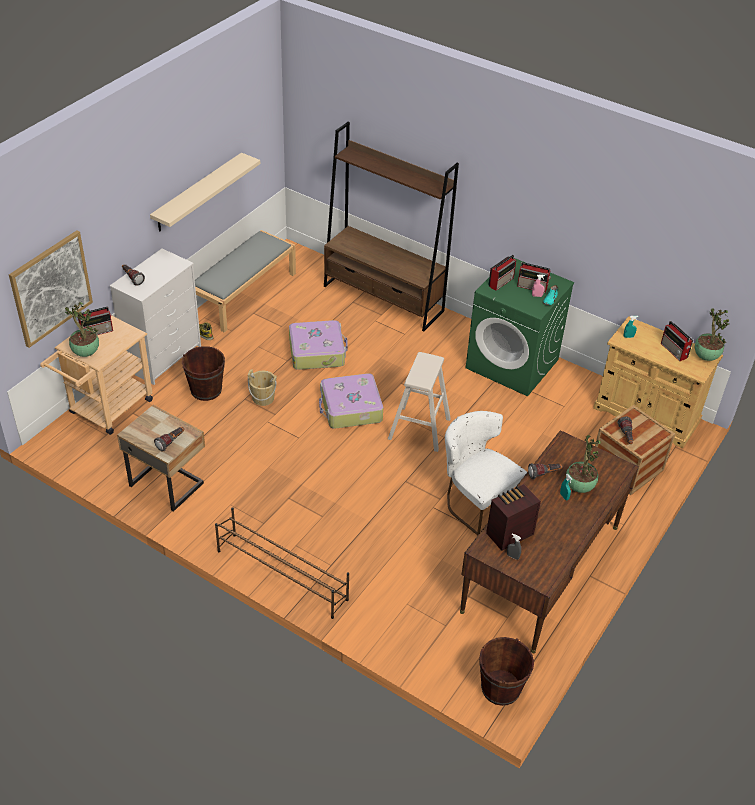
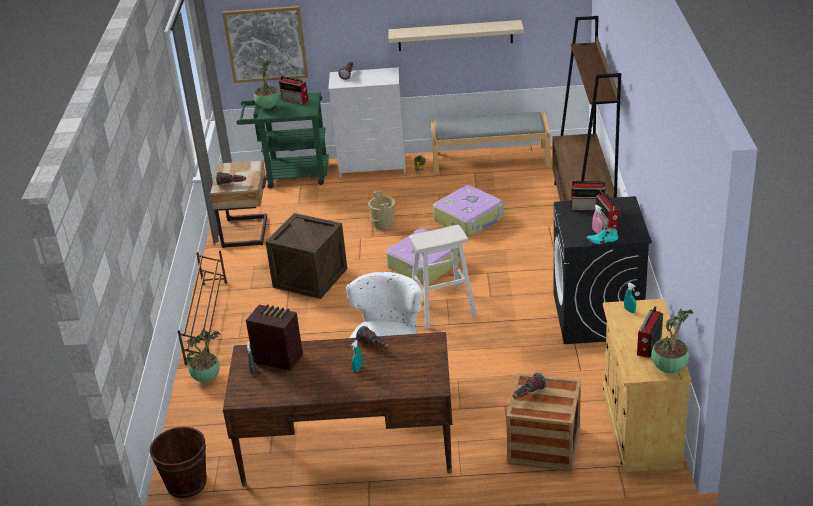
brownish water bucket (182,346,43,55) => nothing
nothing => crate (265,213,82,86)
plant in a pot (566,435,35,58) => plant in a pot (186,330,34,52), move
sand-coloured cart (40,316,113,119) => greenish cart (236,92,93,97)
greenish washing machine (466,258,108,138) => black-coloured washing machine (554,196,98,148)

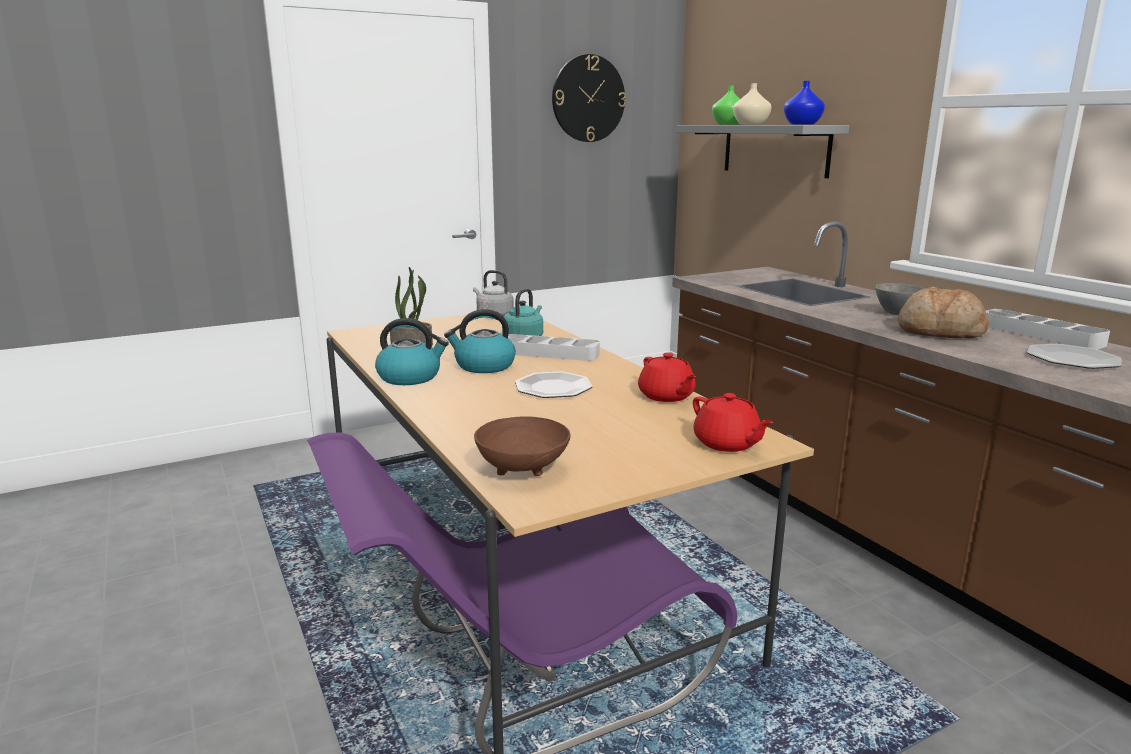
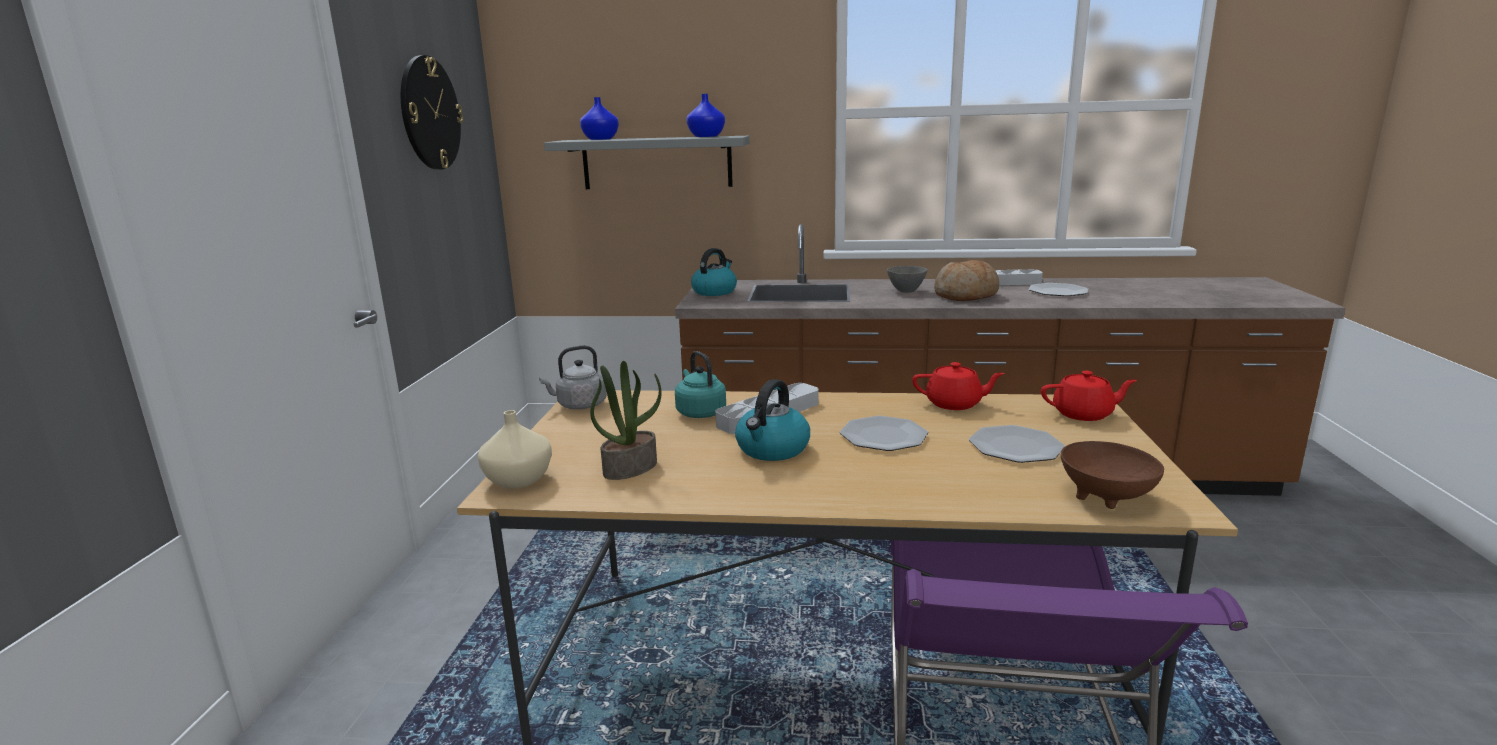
nothing => flat dish (969,425,96,38)
tea kettle (375,318,74,67) => tea kettle (691,248,46,48), move
sand-coloured vase (733,83,38,42) => sand-coloured vase (478,410,74,79), move
greenish vase (712,86,28,39) => blue vase (580,97,39,43)

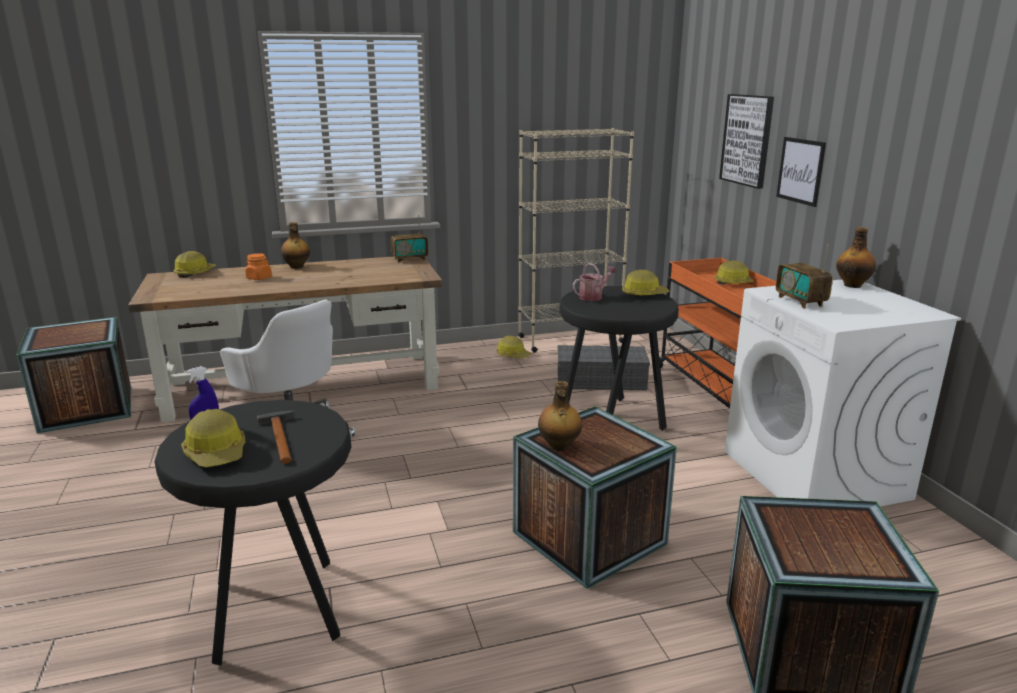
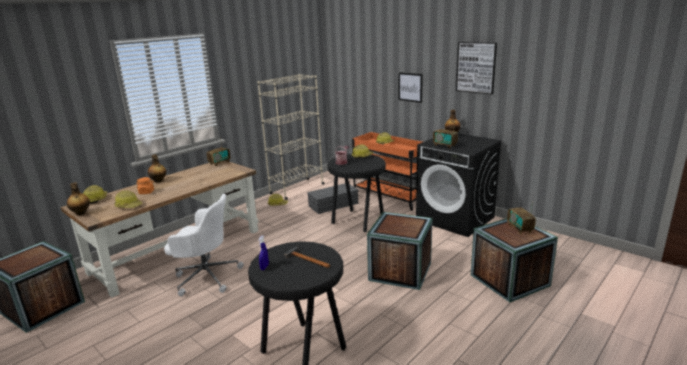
nothing => radio (507,207,29,27)
work helmet (181,409,64,58) => work helmet (114,190,29,18), move
drink bottle (538,381,44,70) => drink bottle (67,182,23,33), move
wall art (719,94,55,95) => wall art (456,42,41,52), move
white-coloured washing machine (725,280,236,227) => black-coloured washing machine (416,133,86,104)

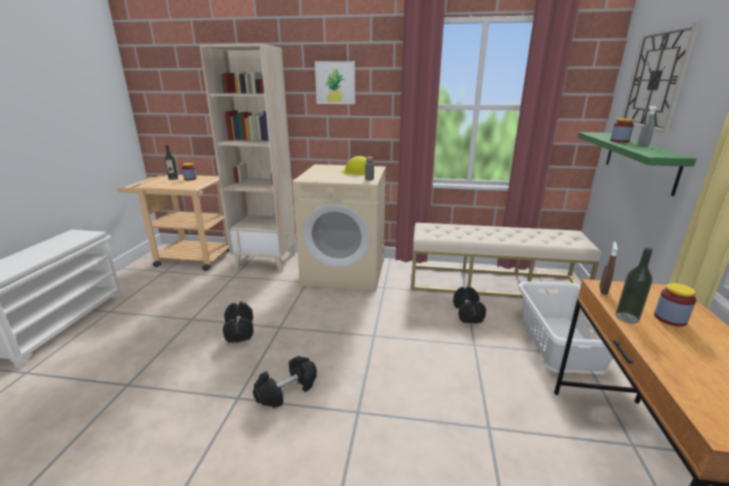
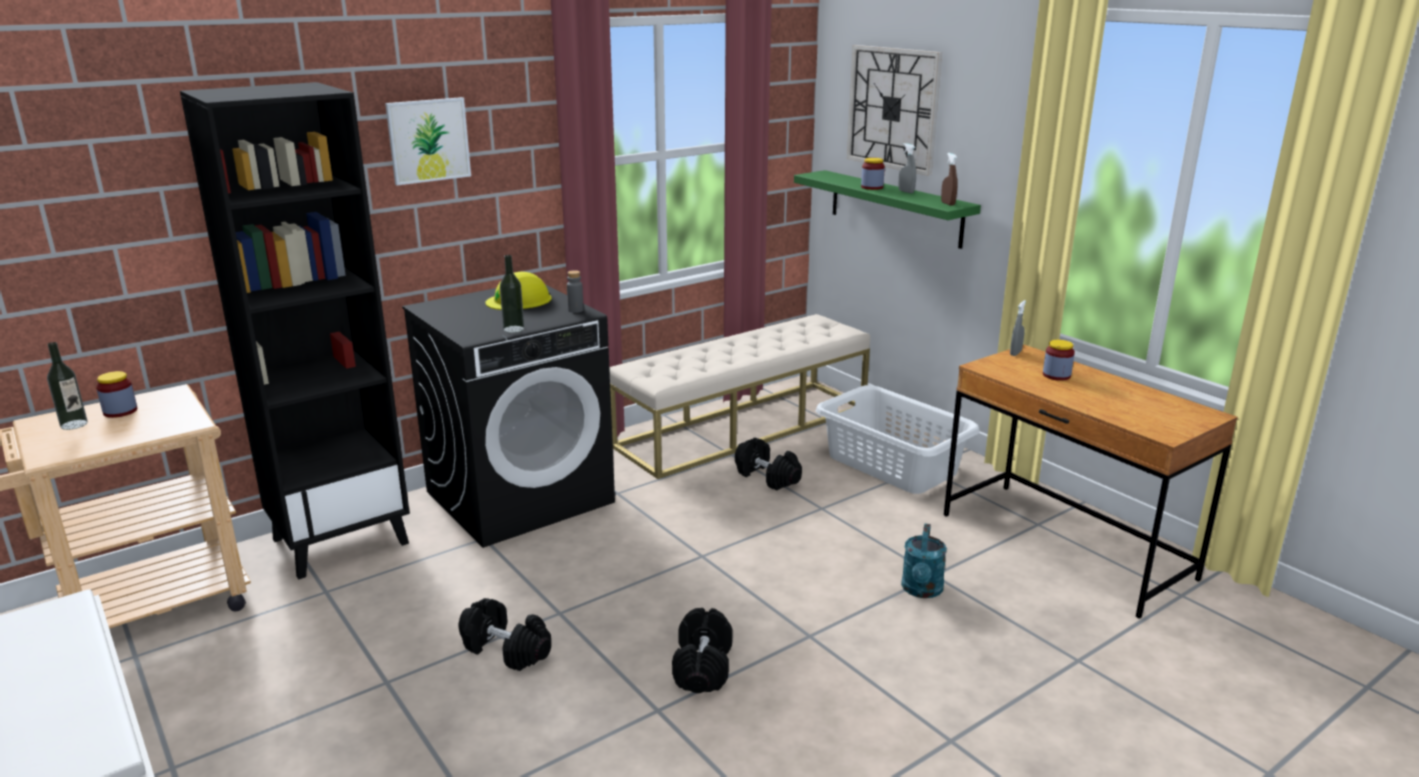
nothing => turquoise-coloured watering pot (901,524,46,74)
nothing => greyish spray bottle (1010,300,16,56)
brownish spray bottle (599,242,19,53) => brownish spray bottle (941,153,16,53), move
drink bottle (616,248,37,76) => drink bottle (500,255,24,78), move
sand-coloured bookshelf (199,44,97,228) => black-coloured bookshelf (180,82,230,498)
sand-coloured washing machine (292,164,94,127) => black-coloured washing machine (402,285,213,263)

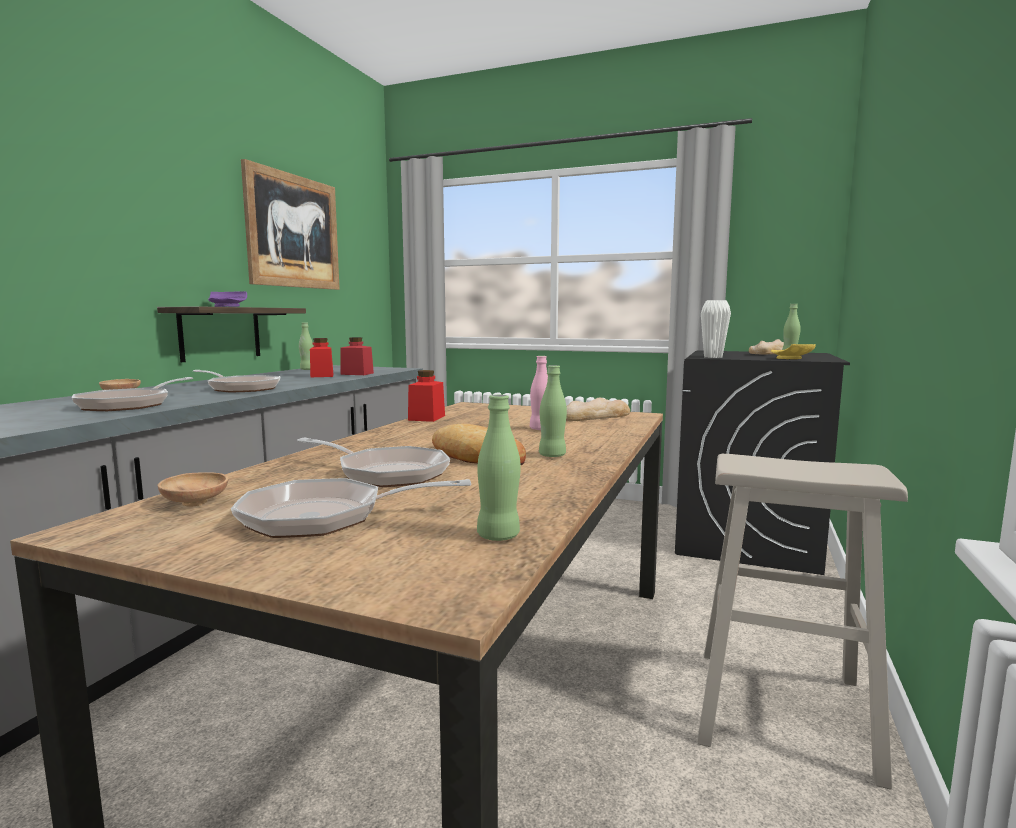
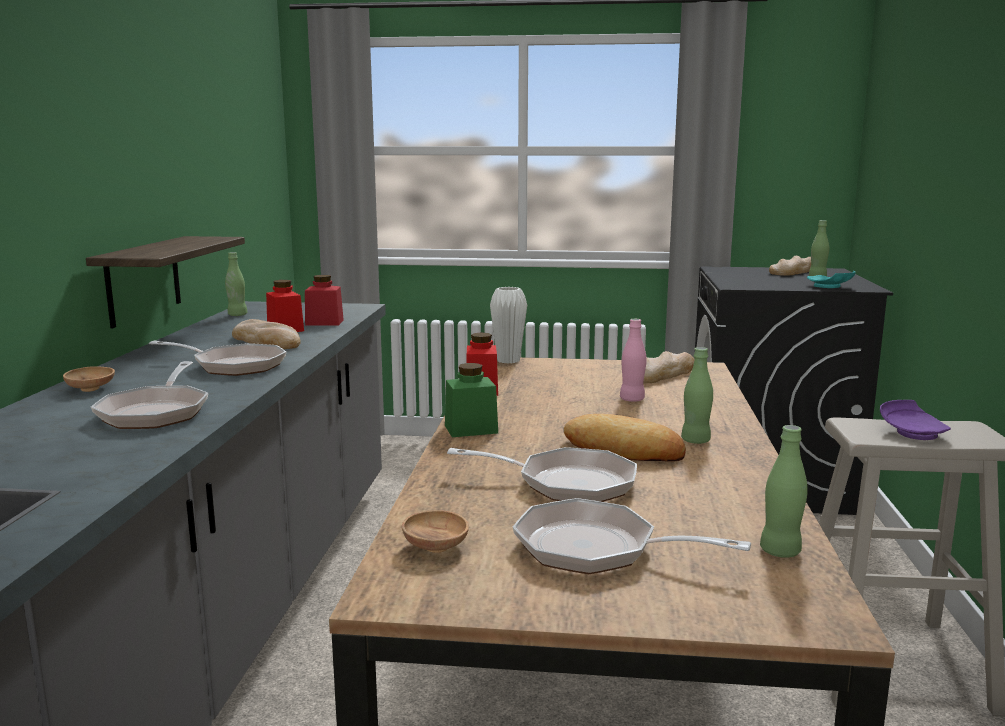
wall art (241,159,99,131) => nothing
nothing => baked bread (232,319,69,30)
nothing => greenish preserve jar (445,363,53,74)
purple flat dish (208,291,39,16) => purple flat dish (880,400,71,40), move
white-coloured vase (701,300,30,58) => white-coloured vase (490,287,37,77), move
yellow flat dish (771,344,45,15) => turquoise-coloured flat dish (807,271,49,17)
frying pan (231,478,240,60) => frying pan (513,498,238,76), 45 degrees clockwise

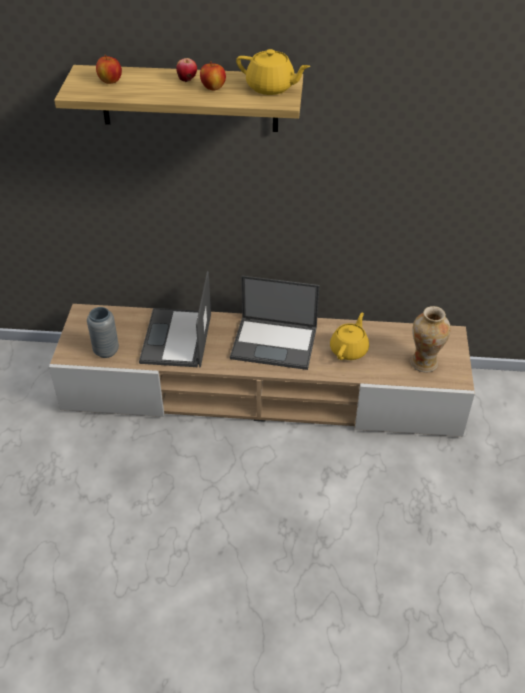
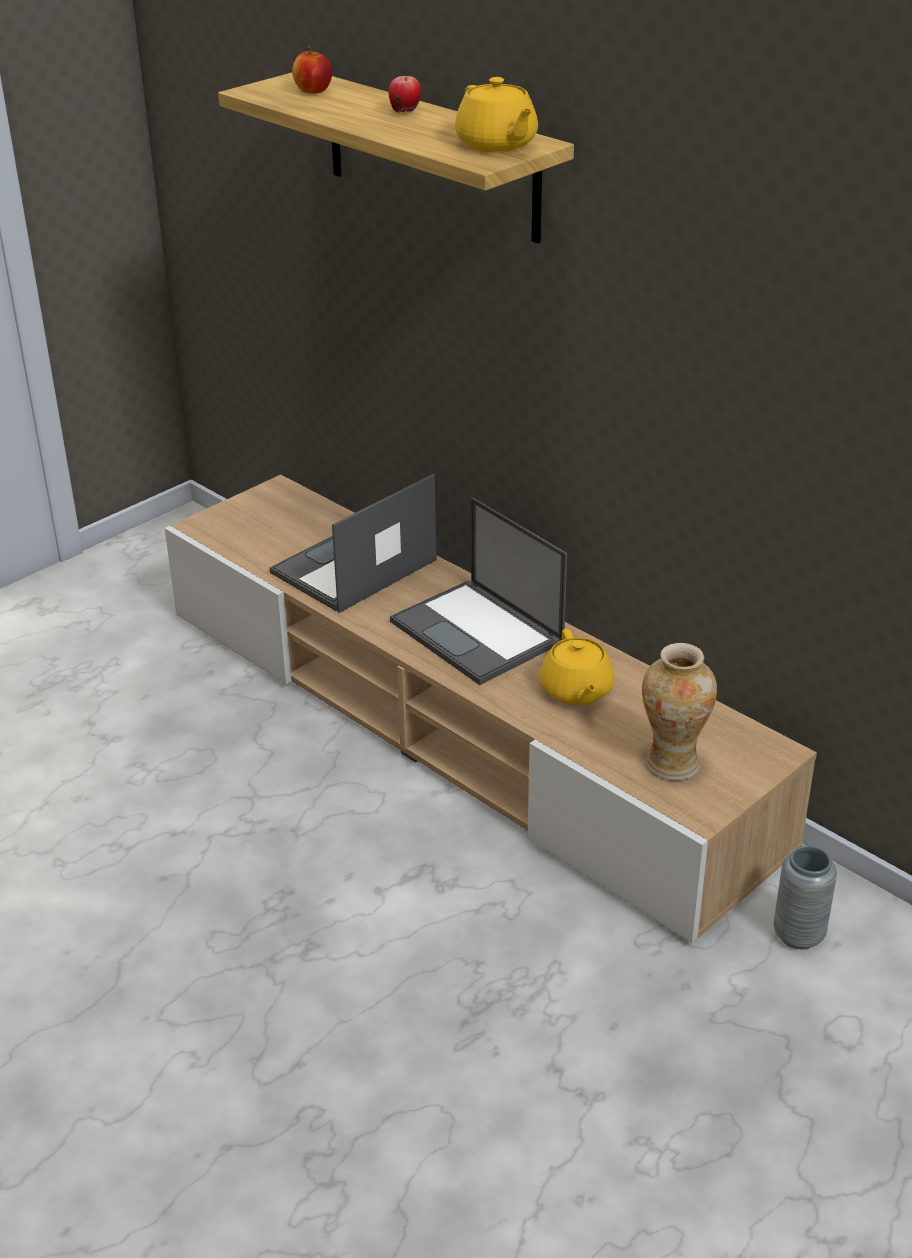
whole apple (200,61,26,29) => nothing
greyish vase (87,307,32,51) => greyish vase (773,845,64,104), move
yellow teapot (330,313,39,47) => yellow teapot (540,629,74,76), 105 degrees clockwise

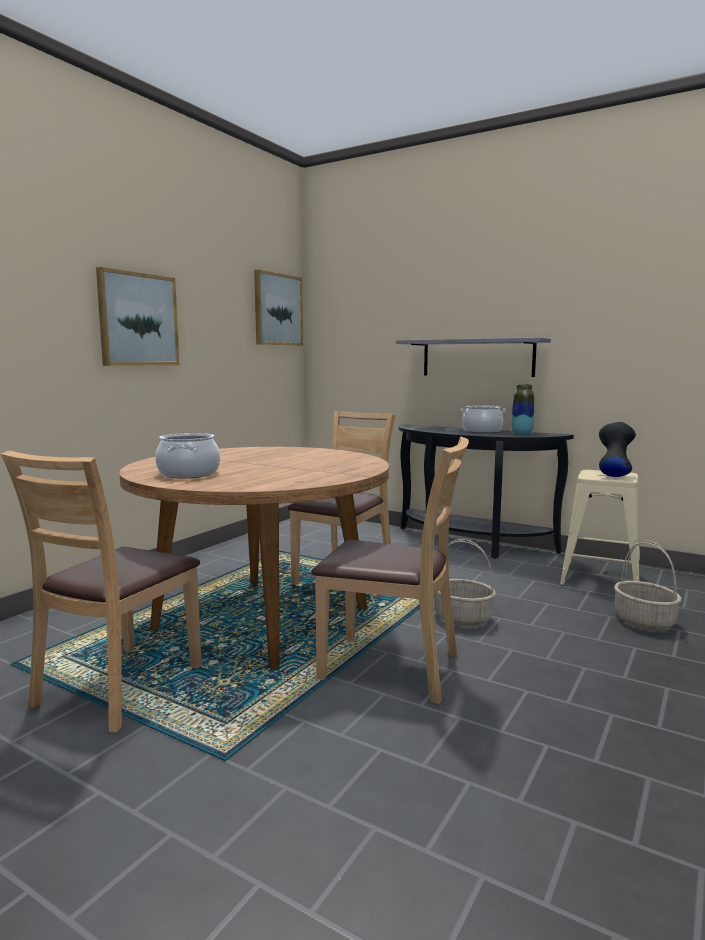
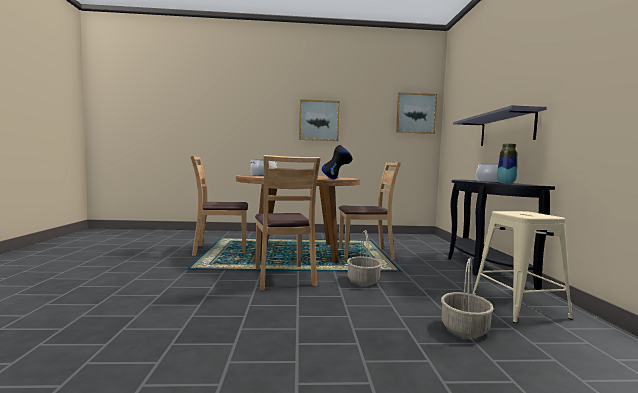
black-coloured vase (599,422,37,55) => black-coloured vase (322,145,31,34), move

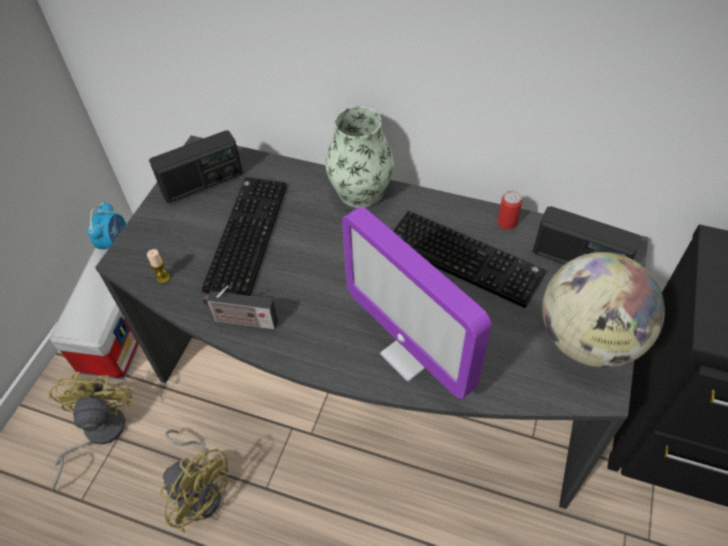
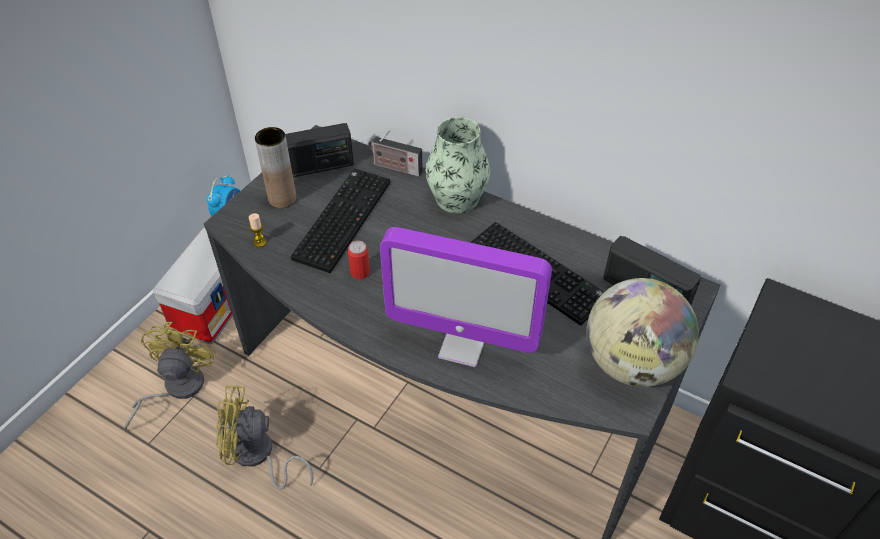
nothing => brownish vase (255,127,42,81)
radio (203,286,75,44) => radio (369,130,54,47), move
sealed can (497,190,25,40) => sealed can (348,241,22,38), move
yellow cooling fan (160,429,69,104) => yellow cooling fan (216,385,97,105), 135 degrees clockwise
computer screen (342,206,150,193) => computer screen (380,227,172,140), 45 degrees counterclockwise

